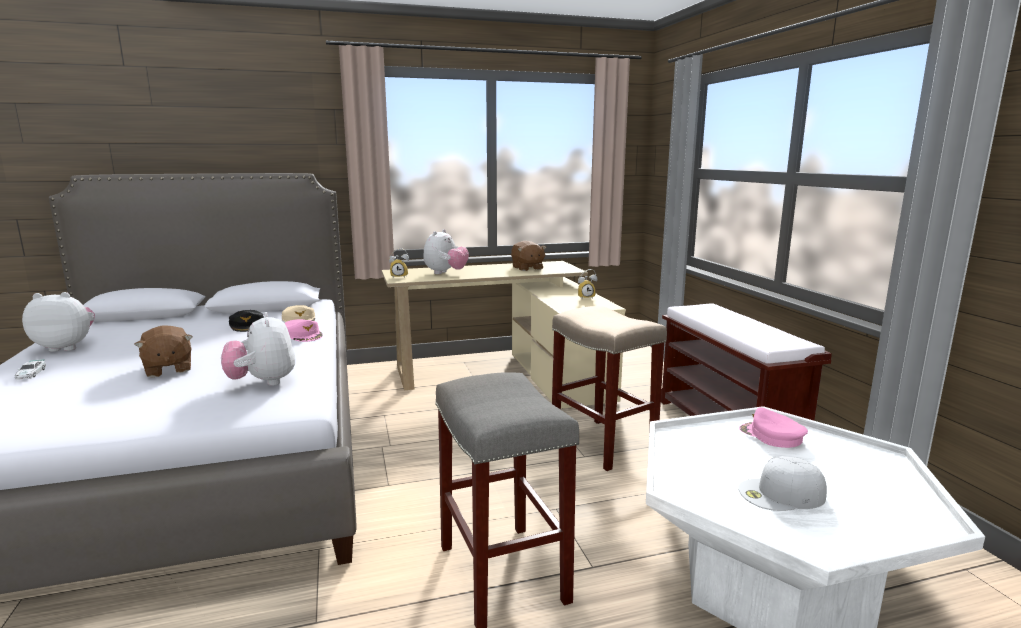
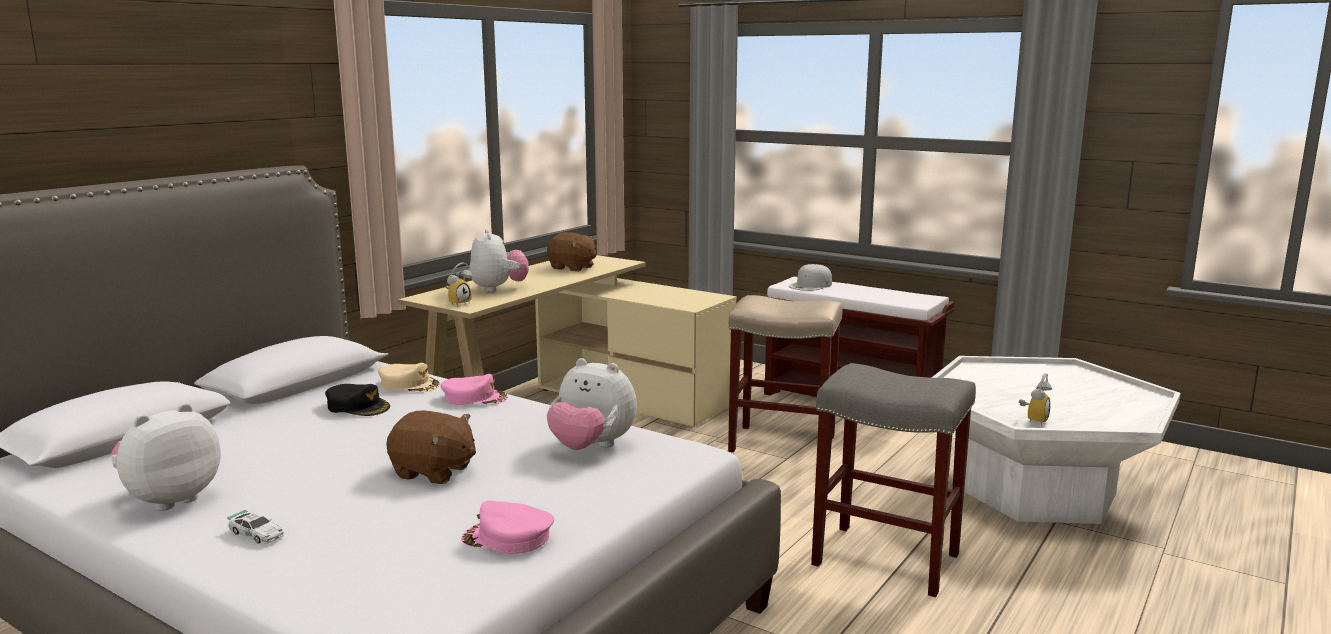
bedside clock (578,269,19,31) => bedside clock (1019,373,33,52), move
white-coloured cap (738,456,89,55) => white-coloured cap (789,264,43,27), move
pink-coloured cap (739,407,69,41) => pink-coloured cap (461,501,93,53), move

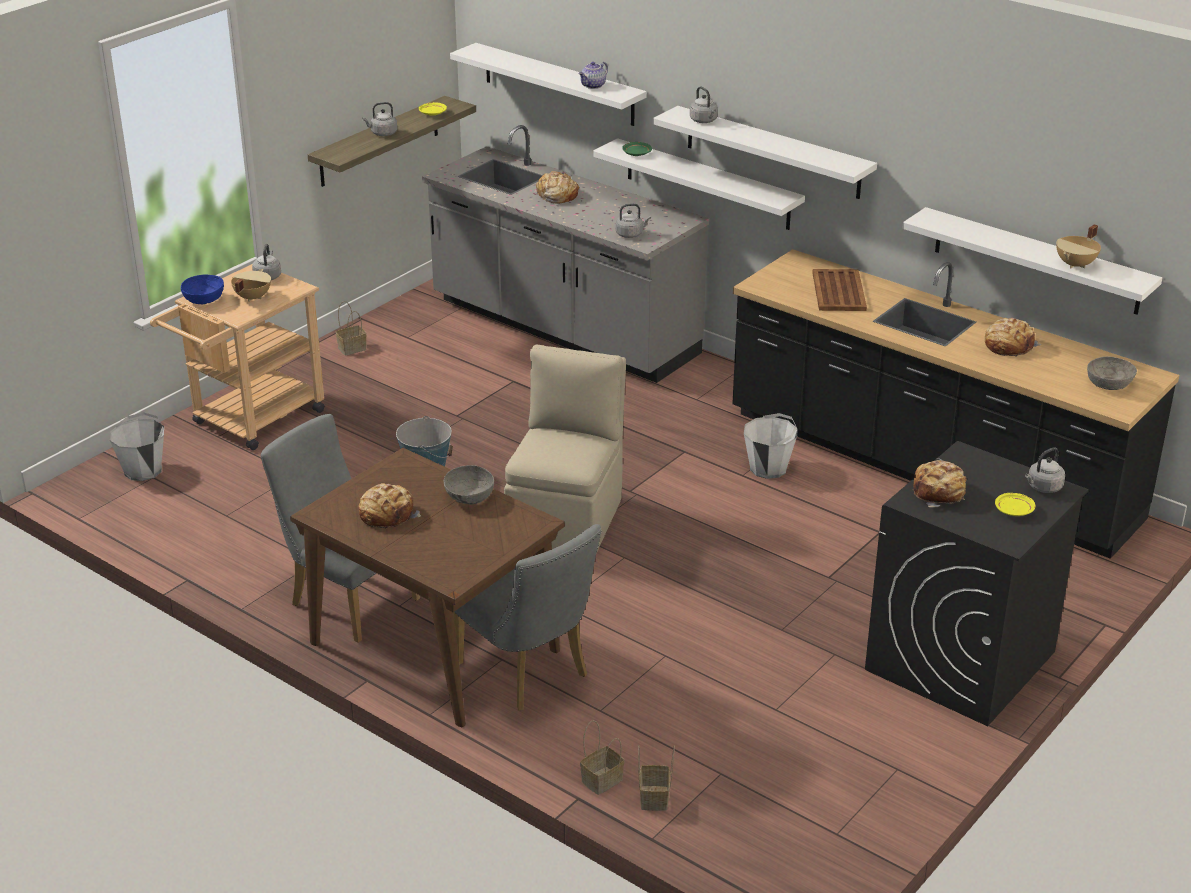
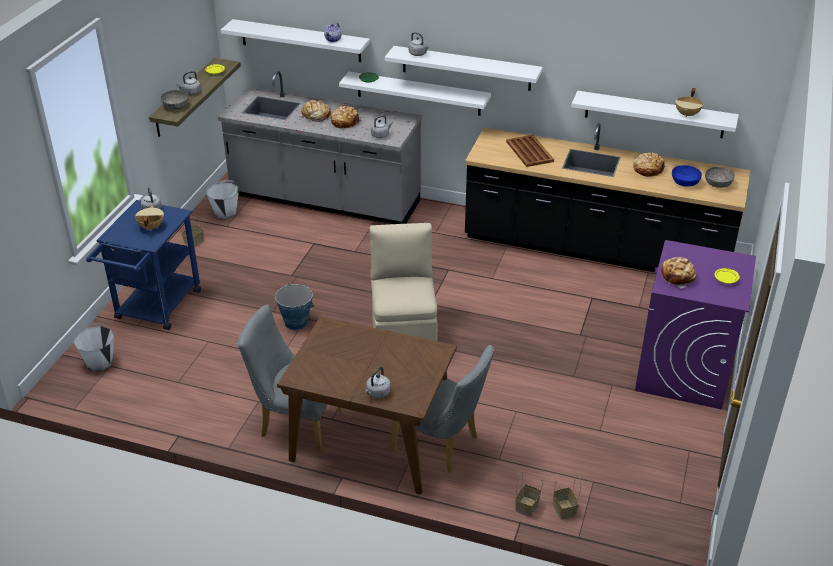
blue deep dish (181,274,43,30) => blue deep dish (672,165,30,22), move
baked bread (359,483,62,46) => baked bread (331,106,32,23), move
greyish deep dish (444,465,50,40) => greyish deep dish (160,90,29,20), move
white-coloured water bucket (744,413,54,66) => white-coloured water bucket (207,180,32,39), move
greyish tea kettle (1025,447,40,46) => greyish tea kettle (364,367,27,31), move
sand-coloured cart (150,264,175,186) => blue cart (86,200,115,130)
black-coloured washing machine (865,441,224,285) => purple washing machine (635,240,121,170)

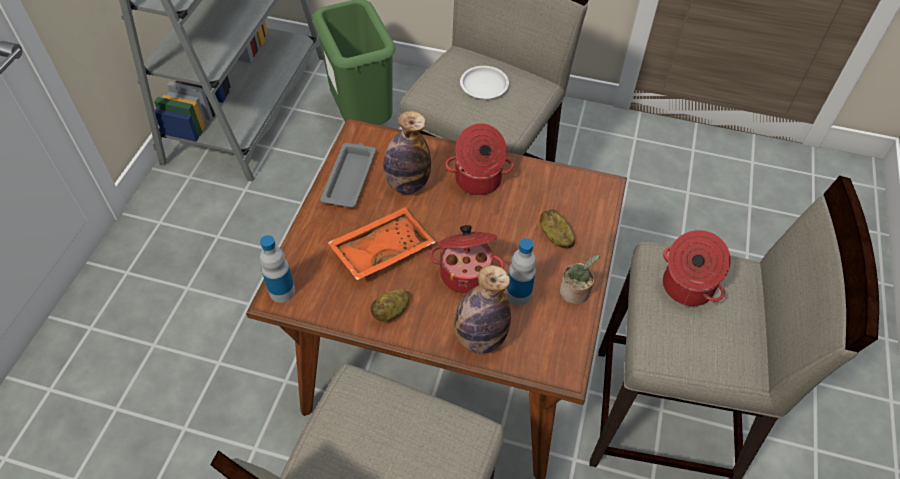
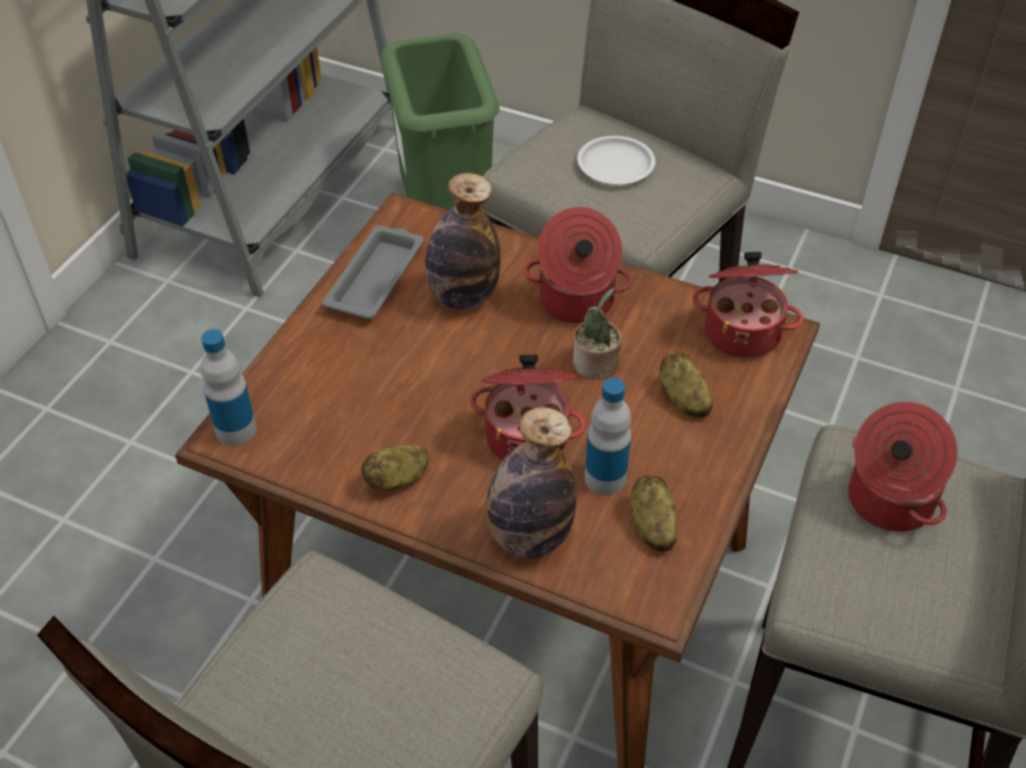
orange-coloured tray (327,207,109,73) => nothing
nothing => potato (630,475,47,76)
nothing => saucepot (692,252,111,106)
plant in a pot (560,255,40,49) => plant in a pot (573,288,49,92), move

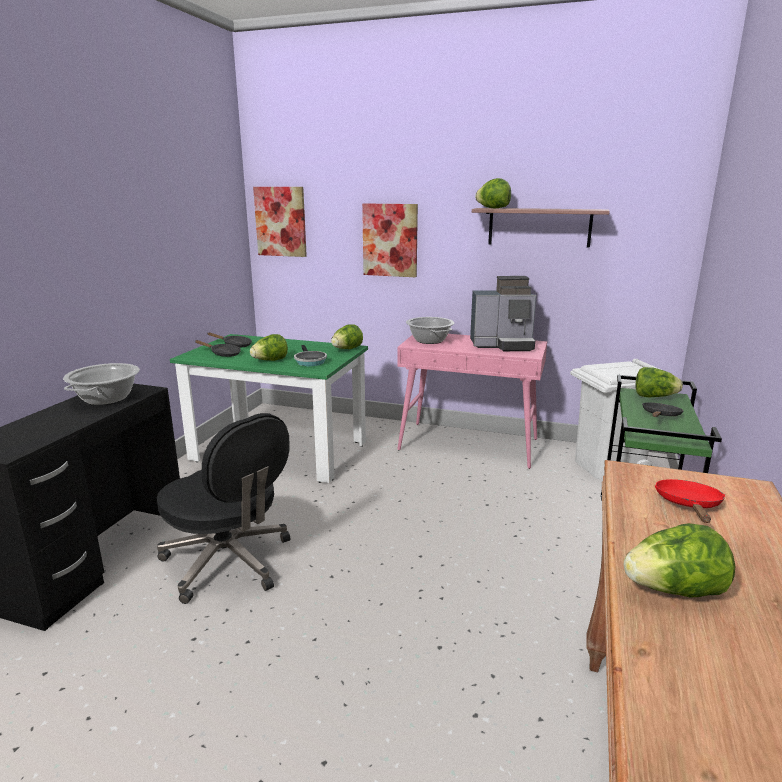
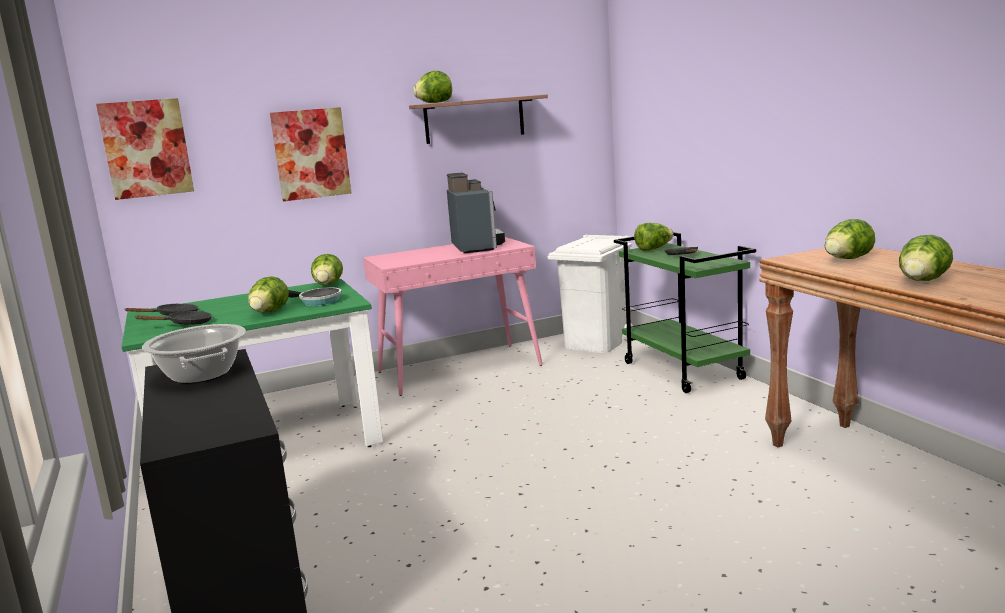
black-coloured office chair (157,413,133,191) => nothing
saucepot (406,317,48,27) => nothing
red frying pan (655,479,70,44) => lettuce head (825,219,50,40)
coffee brewer (470,276,66,75) => coffee brewer (447,173,58,80), 60 degrees counterclockwise

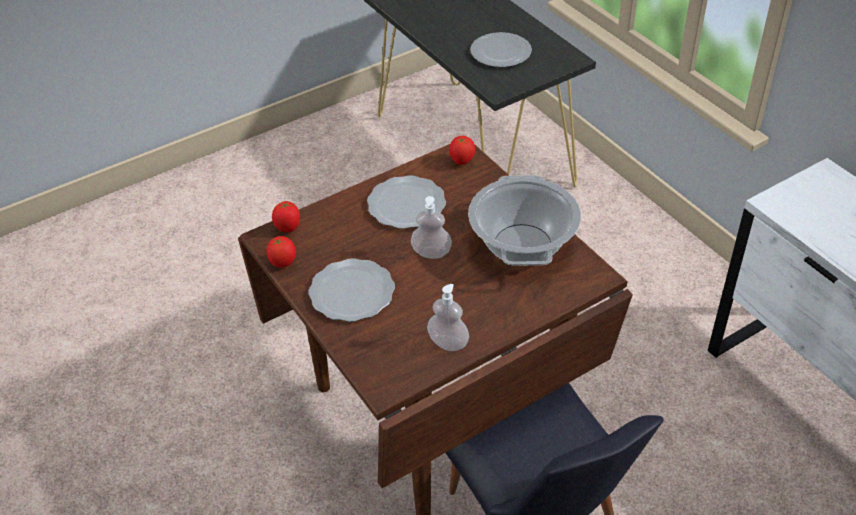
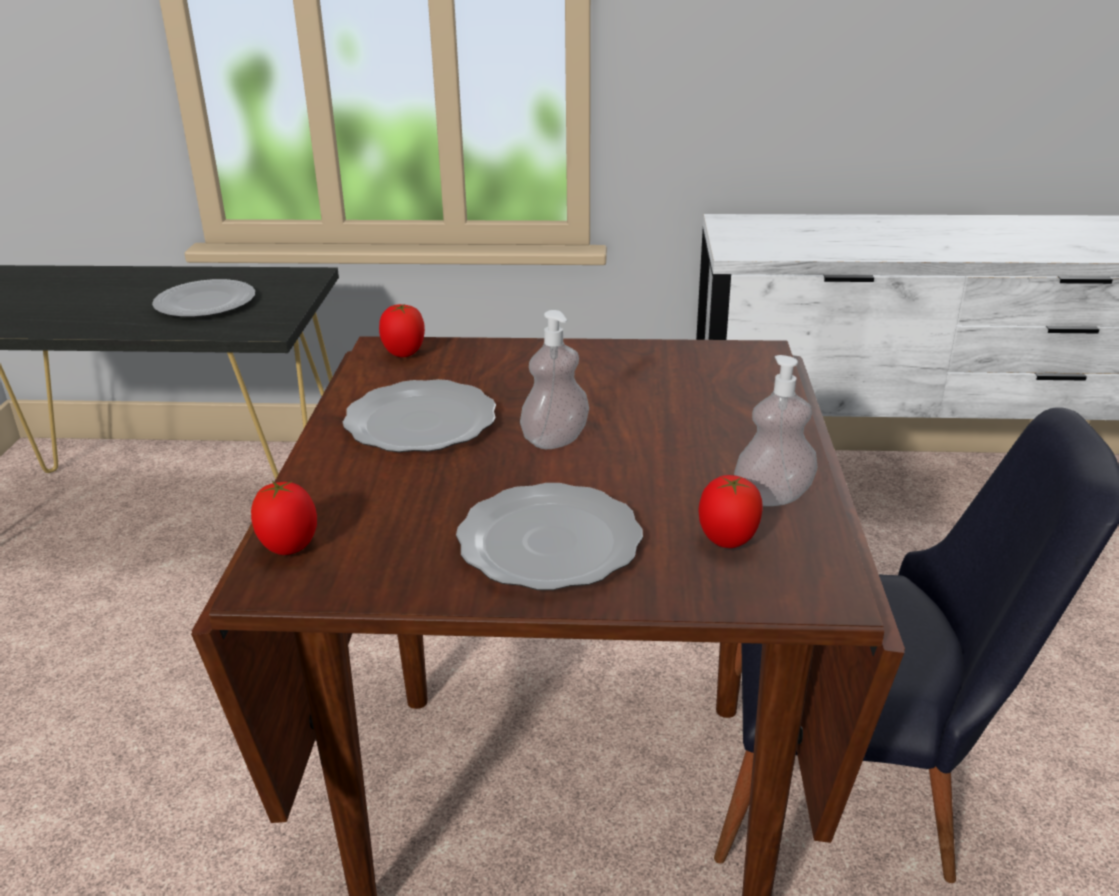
saucepot (468,175,113,91) => nothing
whole tomato (266,236,30,32) => whole tomato (698,475,65,73), move

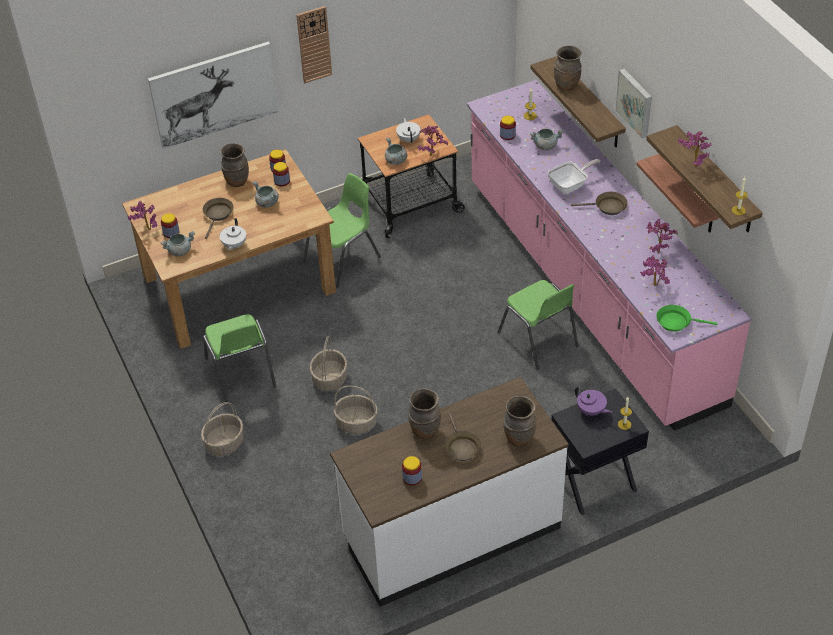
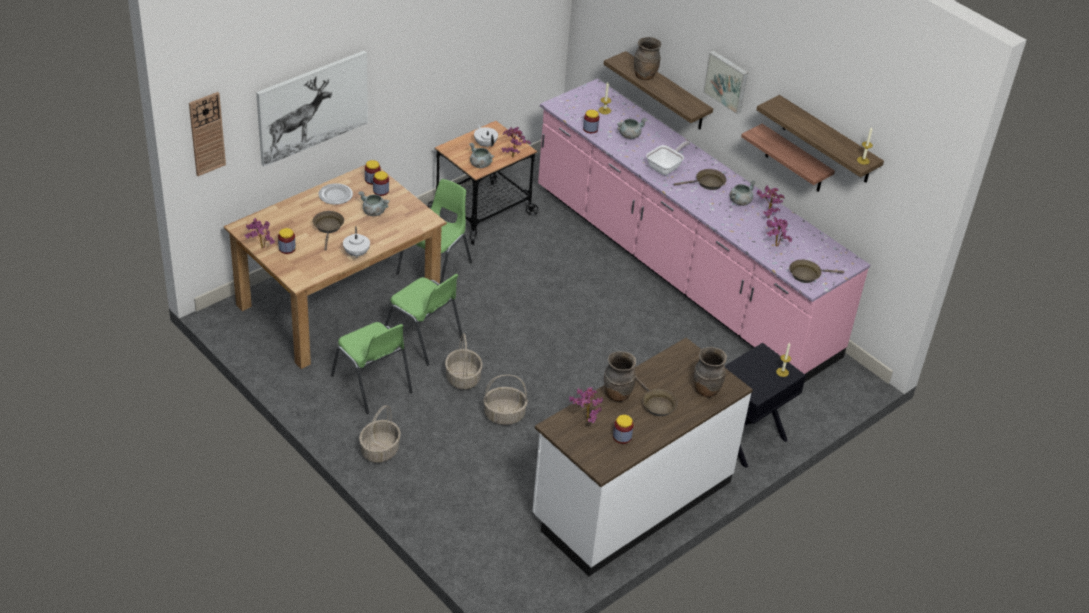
purple teapot (575,386,37,30) => nothing
greyish saucepot (161,231,34,25) => greyish saucepot (729,180,27,26), move
clock on the wall (296,6,36,77) => clock on the wall (189,92,37,84), move
greenish upright chair (498,280,81,89) => greenish upright chair (385,274,79,91), move
plant in a pot (678,131,34,36) => plant in a pot (569,387,34,36), move
brownish vase (220,143,29,44) => flat dish (319,183,34,22)
greenish frying pan (656,305,62,27) => brownish frying pan (789,260,55,23)

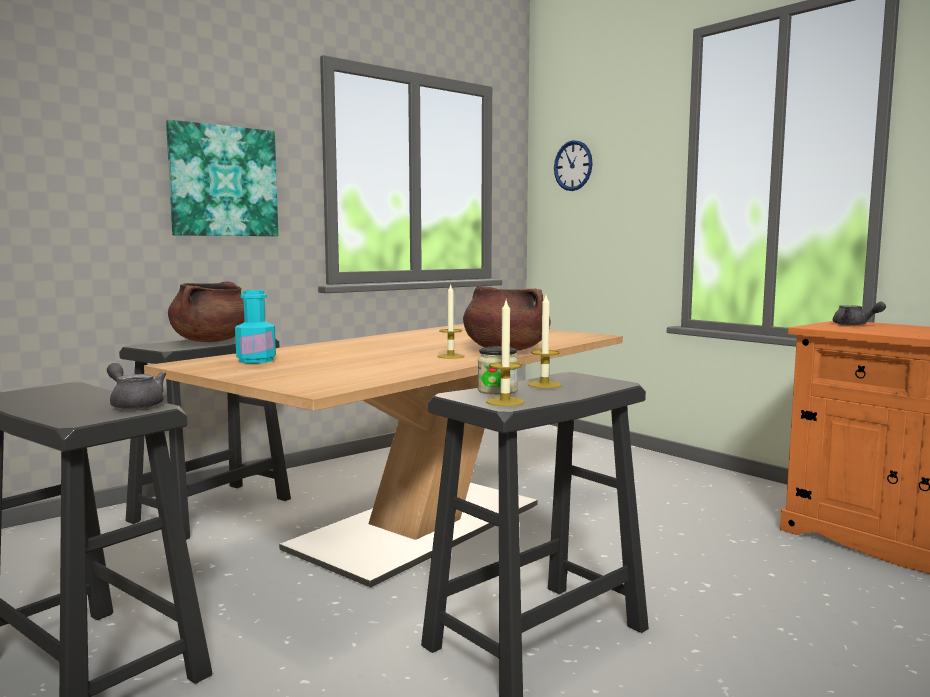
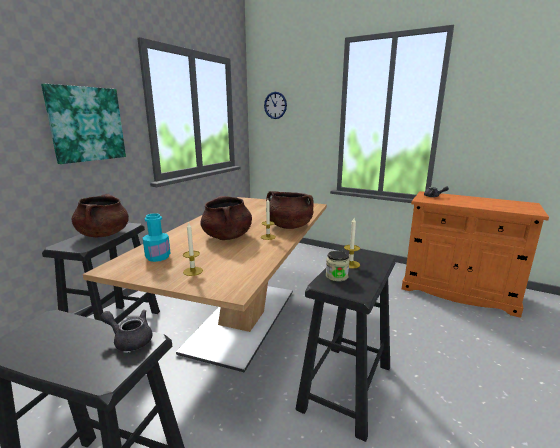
nothing => brownish saucepot (200,196,52,44)
wax light (486,301,39,105) => wax light (183,223,20,53), move

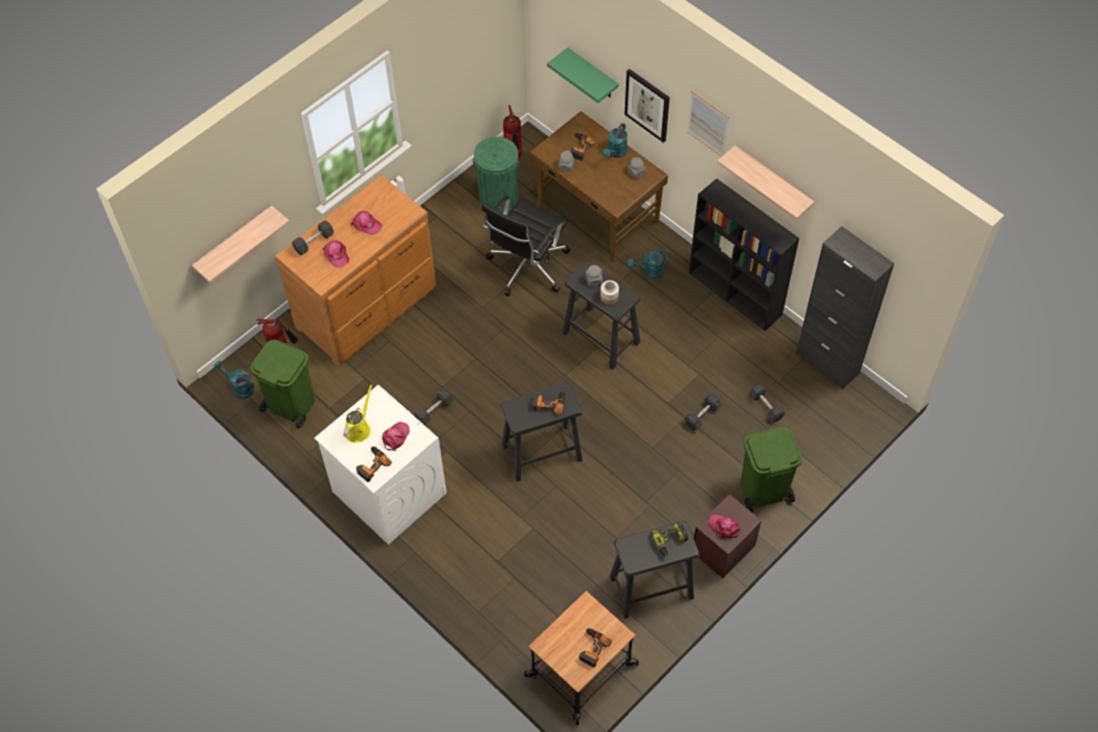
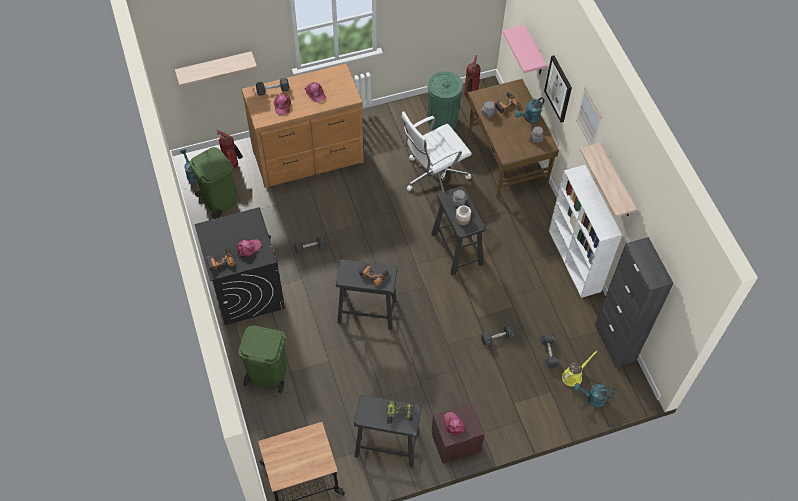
power drill (579,628,33,39) => nothing
yellow watering pot (344,385,28,58) => yellow watering pot (562,350,36,36), move
turquoise-coloured watering pot (627,250,43,28) => turquoise-coloured watering pot (574,383,40,25), move
greenish waste bin (741,427,61,85) => greenish waste bin (238,325,49,68), move
white-coloured washing machine (314,385,133,160) => black-coloured washing machine (194,207,91,118)
black-coloured office chair (482,195,88,101) => white-coloured office chair (401,111,71,81)
greenish bracket shelf (547,47,72,56) => pink-coloured bracket shelf (503,25,44,49)
black-coloured bookshelf (689,178,110,153) => white-coloured bookshelf (549,165,73,133)

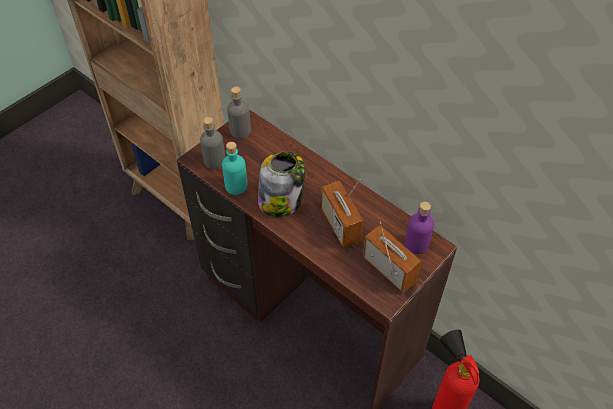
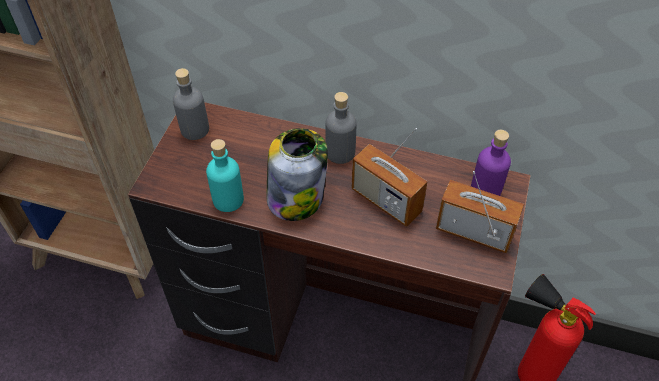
greyish drink bottle (200,117,25,52) => greyish drink bottle (325,92,31,72), move

